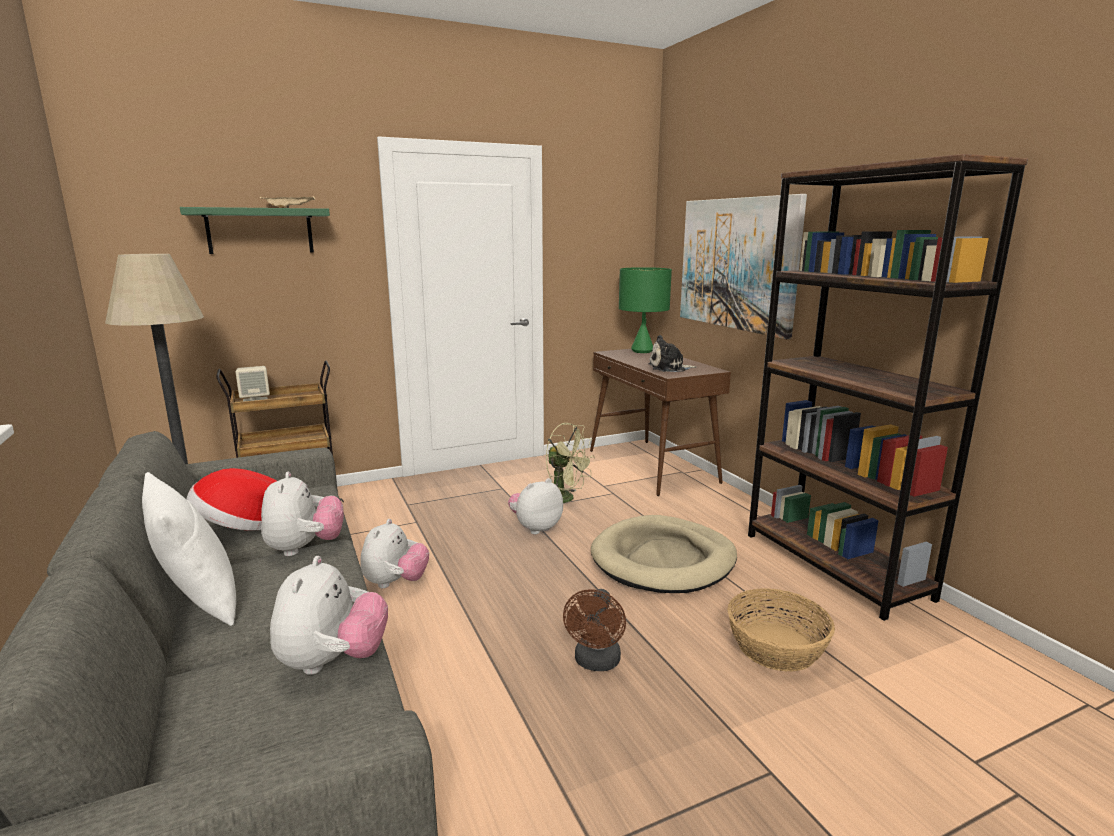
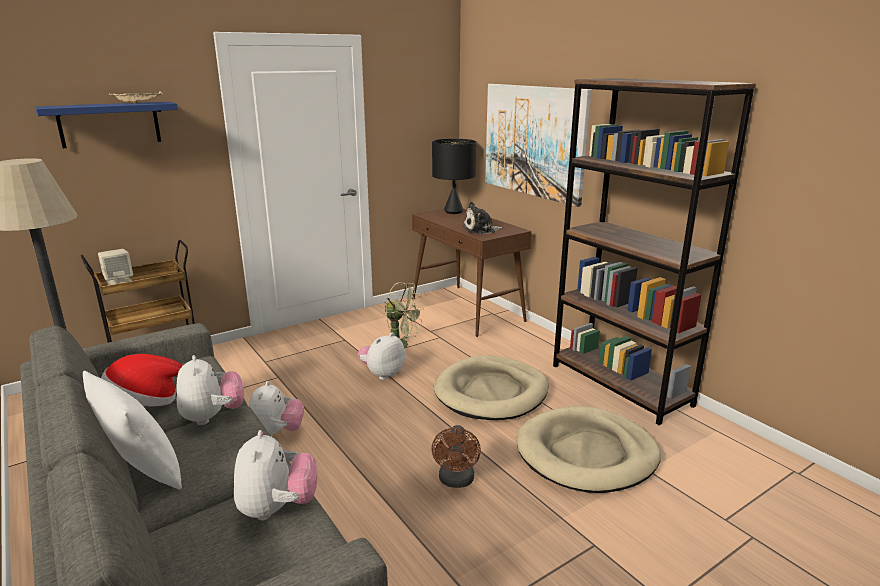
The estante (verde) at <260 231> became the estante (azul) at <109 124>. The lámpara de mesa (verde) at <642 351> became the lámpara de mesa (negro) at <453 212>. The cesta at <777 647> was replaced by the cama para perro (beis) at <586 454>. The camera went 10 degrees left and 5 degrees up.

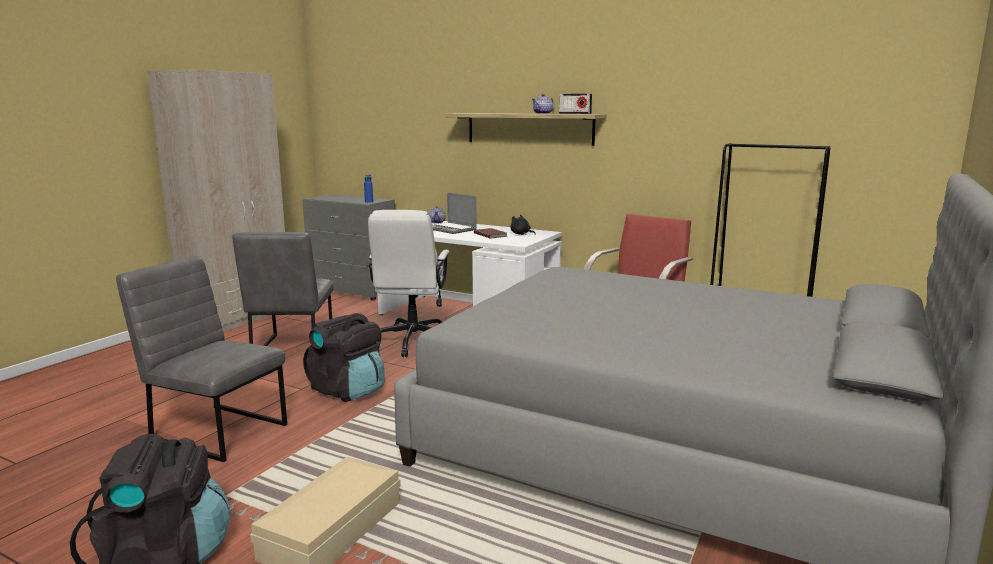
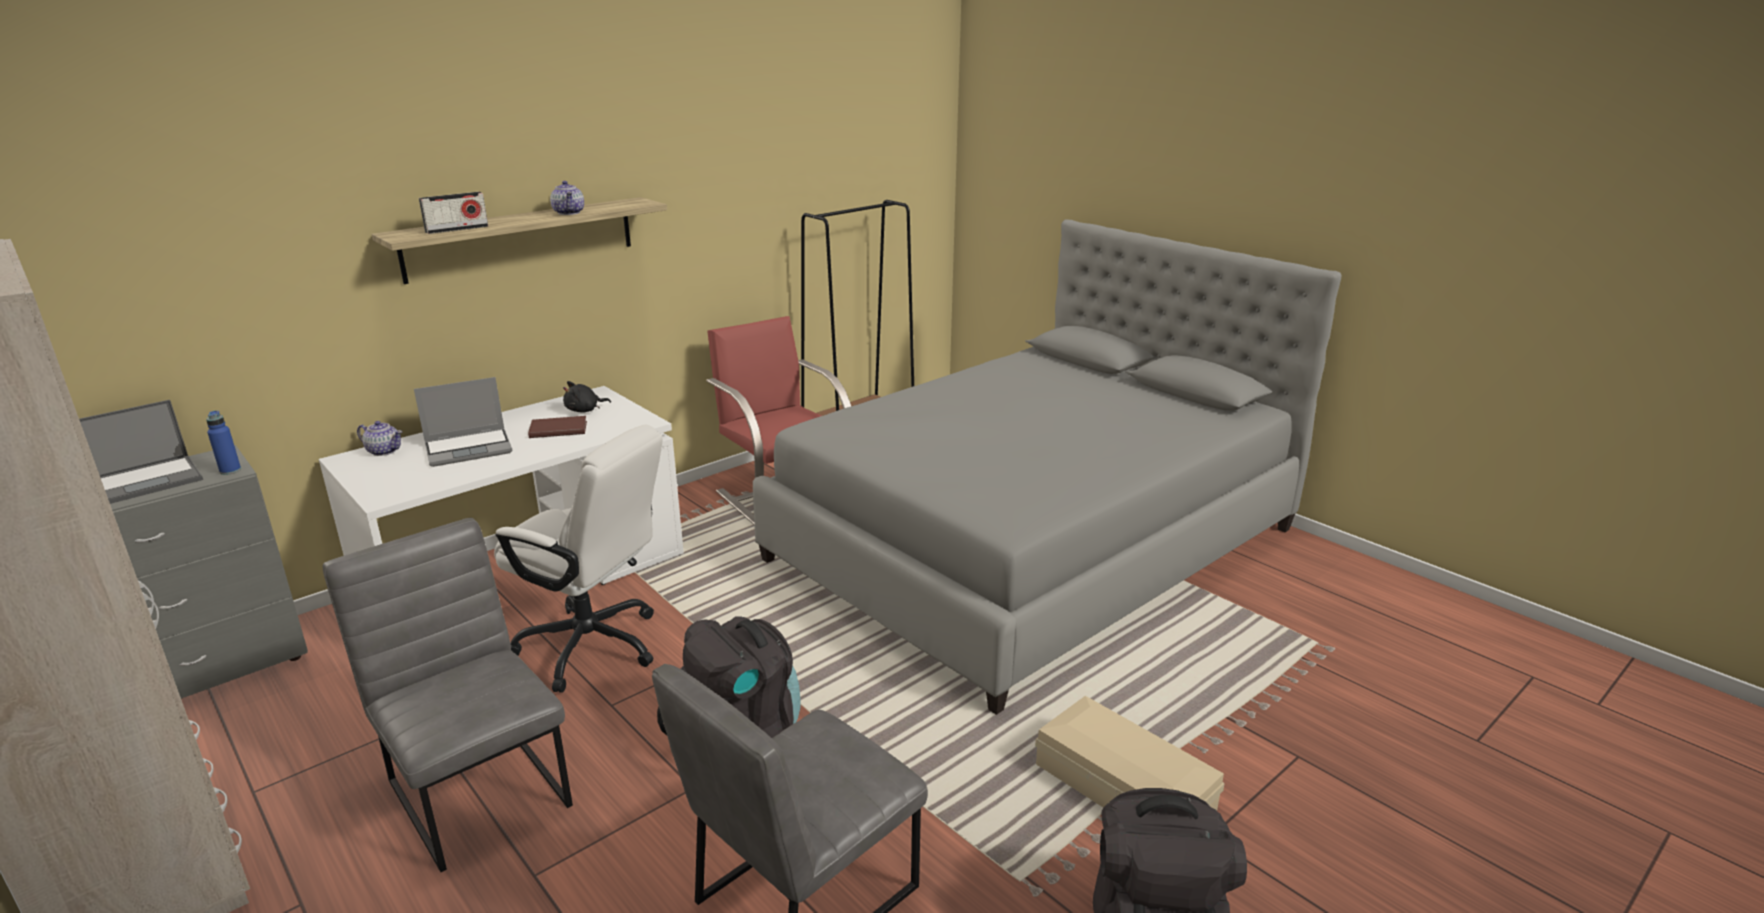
The portátil at <145 481> appeared. The silla (gris) at <292 348> turned 150 degrees counterclockwise. The radio moved from <575 113> to <457 229>. The camera went 70 degrees left and 10 degrees up.

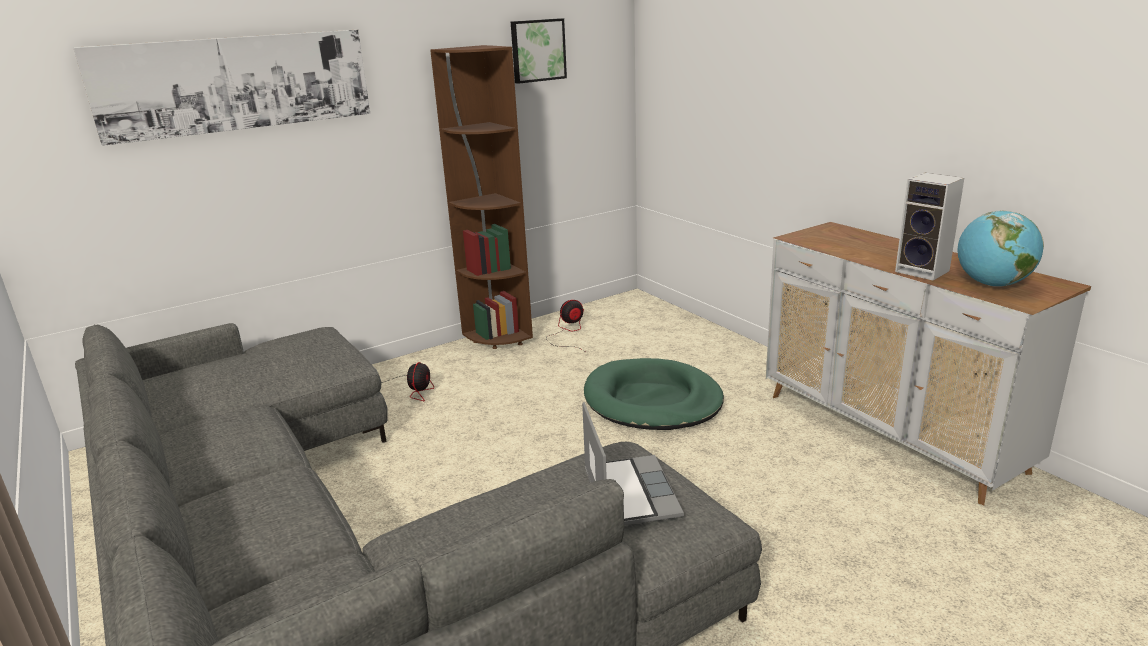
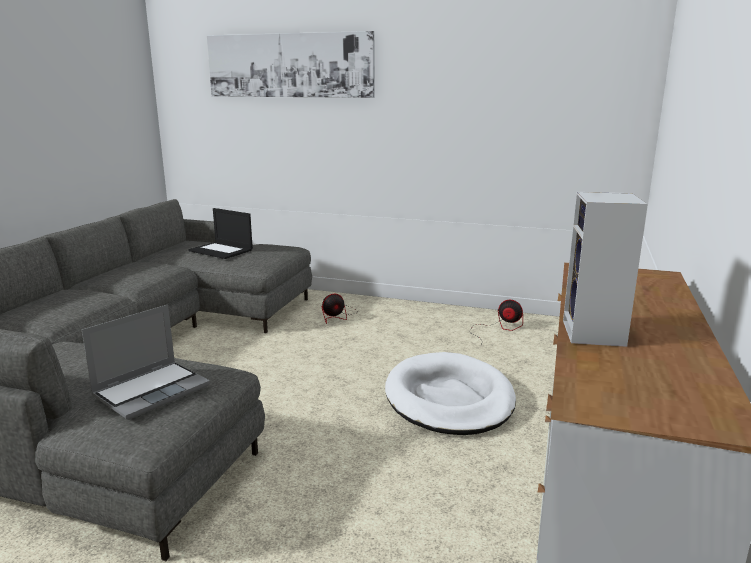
The portátil at <222 250> appeared. The cama para perro (verde) at <652 400> became the cama para perro (blanco) at <449 399>. The estantería (marrón) at <498 342> disappeared. The cuadro at <537 50> disappeared. The globo terráqueo at <992 284> disappeared. The camera went 50 degrees right and 5 degrees down.

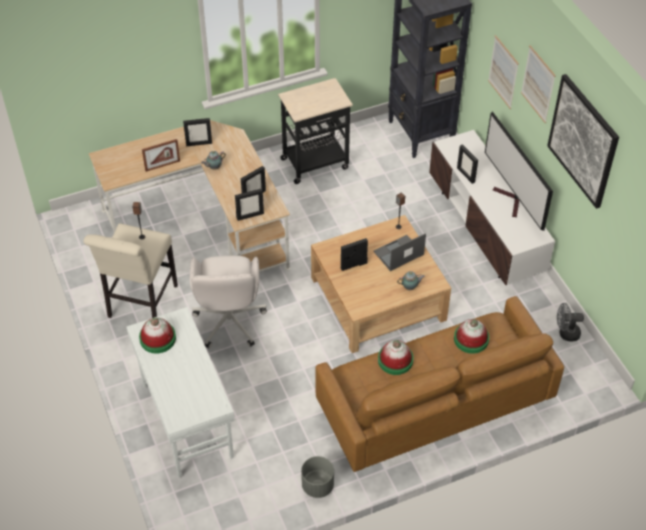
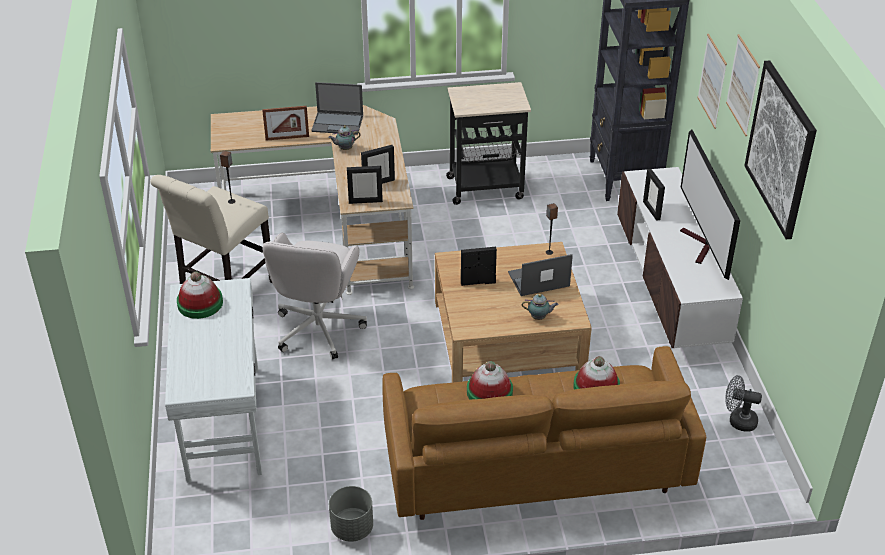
The portarretratos at <199 143> was replaced by the portátil at <338 123>. The camera went 15 degrees right and 10 degrees down.

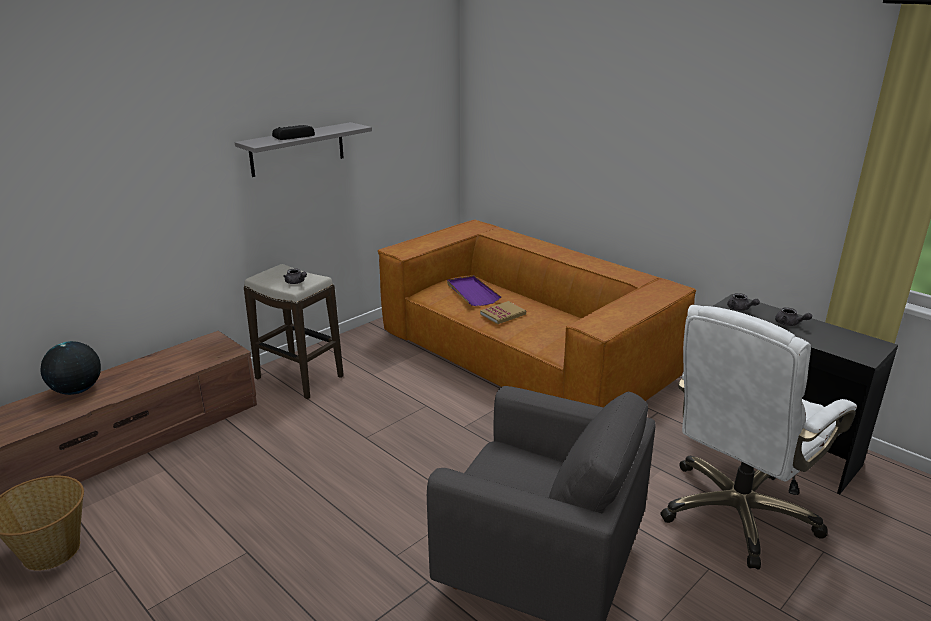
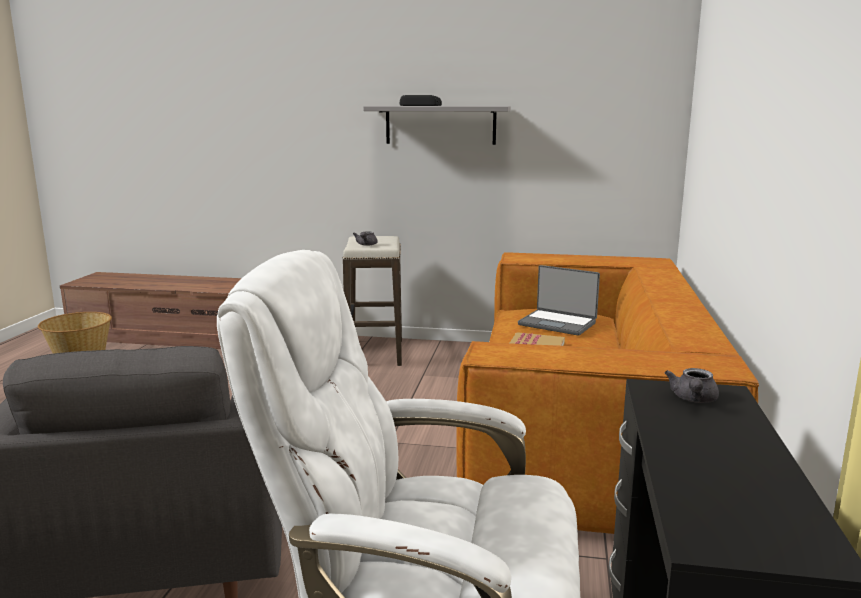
The bandeja (morado) at <472 293> was replaced by the portátil at <558 323>. The globo terráqueo at <77 390> disappeared. The tetera (gris) at <789 324> disappeared. The camera went 55 degrees right and 10 degrees down.

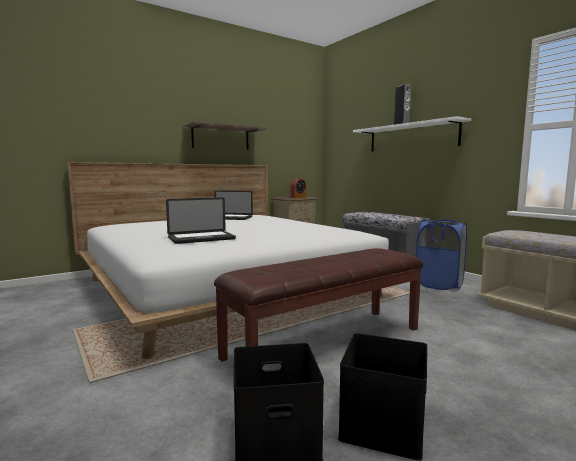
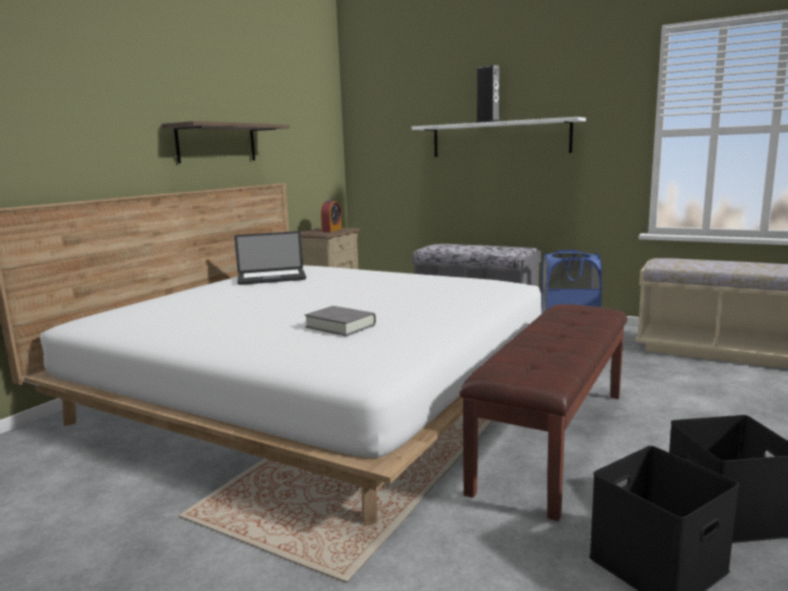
The portátil at <201 238> was replaced by the libro (gris) at <340 326>. The camera went 25 degrees left and 5 degrees up.

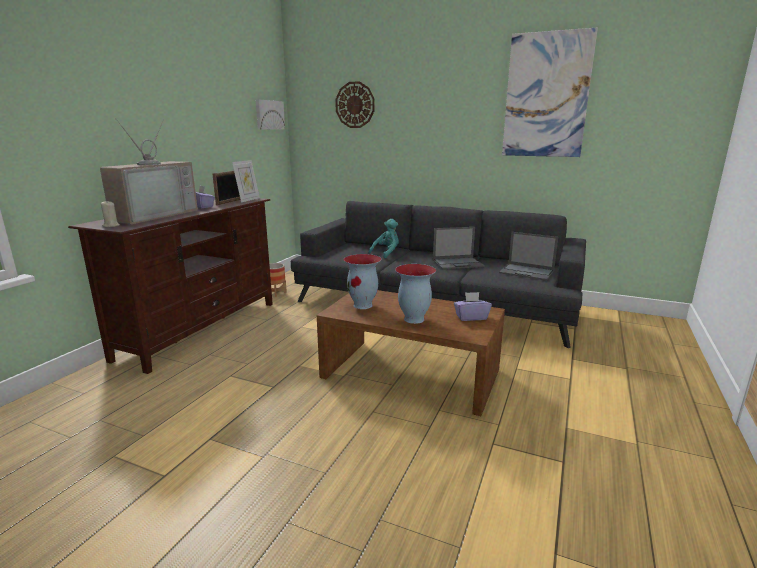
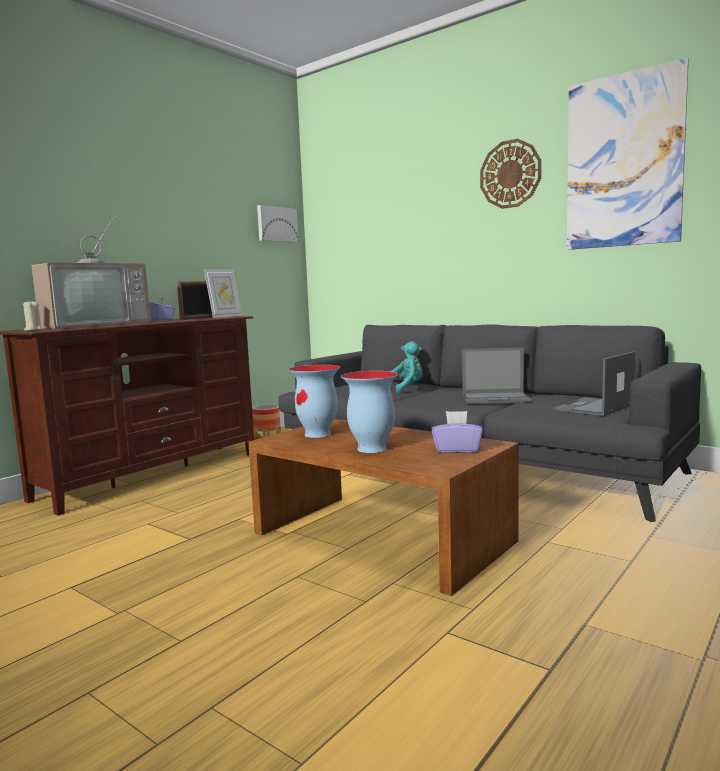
The reloj de pared moved from <355 105> to <510 174>. The portátil at <527 272> turned 90 degrees clockwise. The camera went 15 degrees right and 10 degrees down.

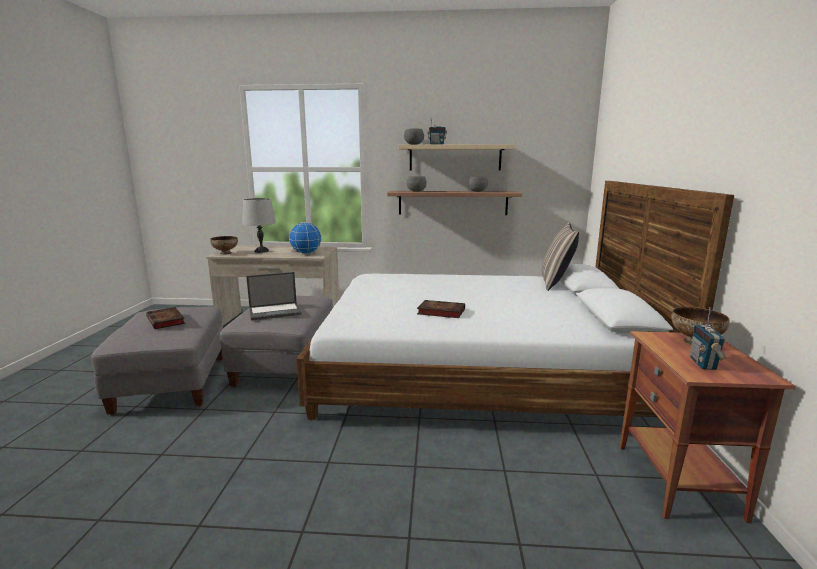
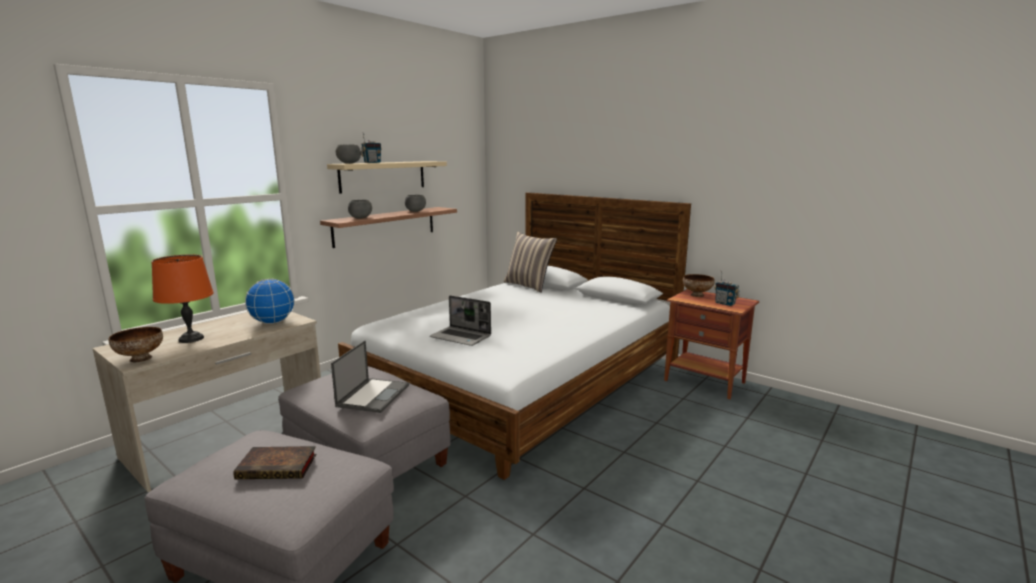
The lámpara de mesa (gris) at <261 251> became the lámpara de mesa (naranja) at <190 339>. The portátil at <461 337> appeared. The libro at <440 312> disappeared. The camera went 55 degrees left and 0 degrees up.

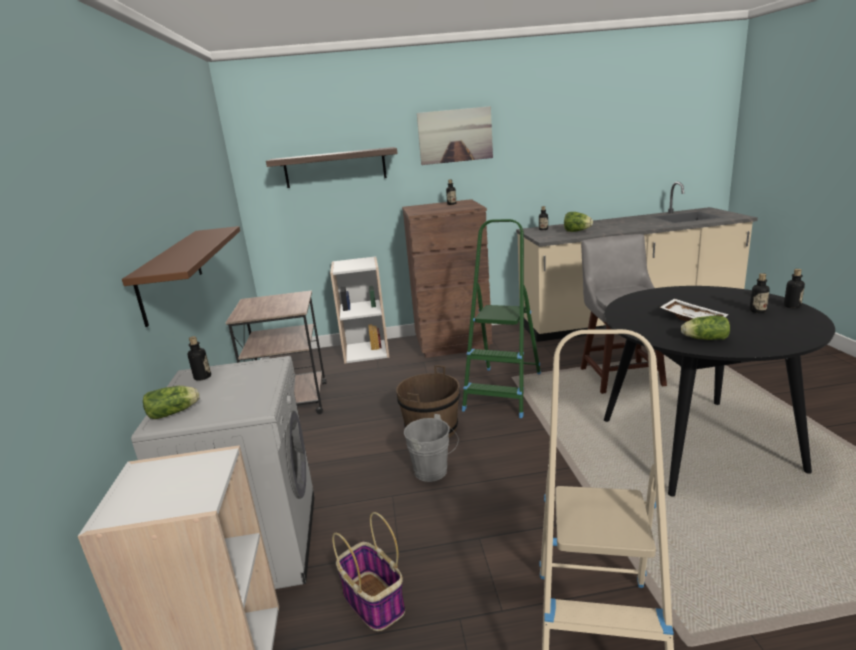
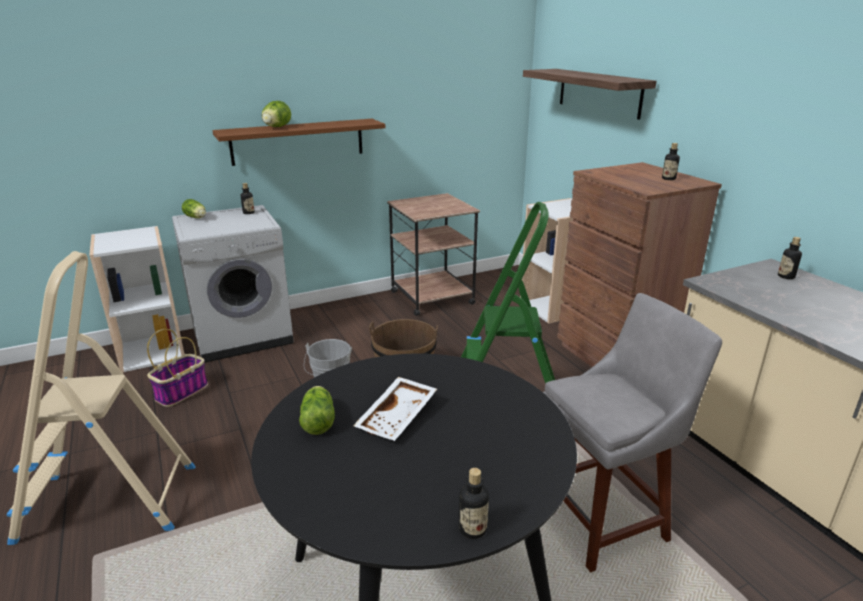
The lechuga moved from <577 231> to <276 127>. The cuadro at <455 135> disappeared. The botella at <757 311> disappeared. The camera went 70 degrees right and 5 degrees up.

